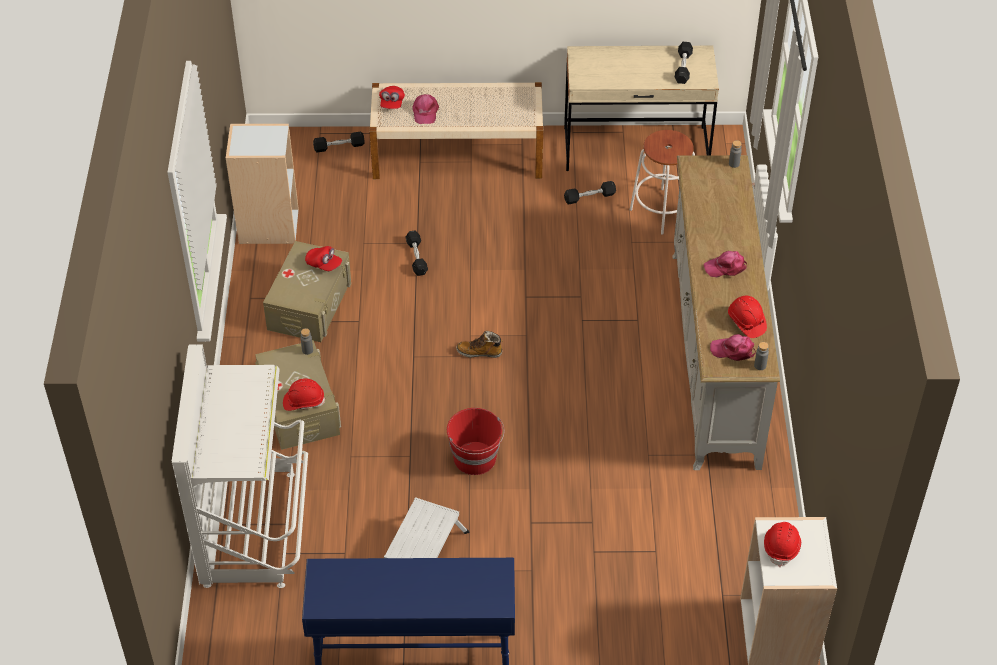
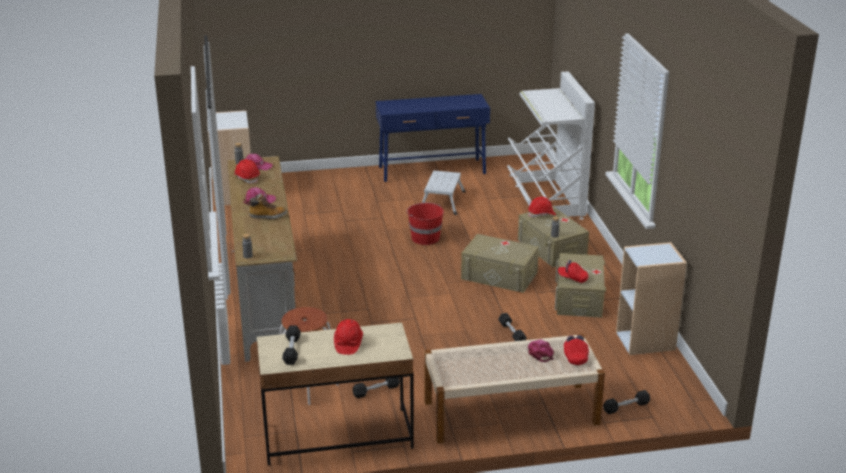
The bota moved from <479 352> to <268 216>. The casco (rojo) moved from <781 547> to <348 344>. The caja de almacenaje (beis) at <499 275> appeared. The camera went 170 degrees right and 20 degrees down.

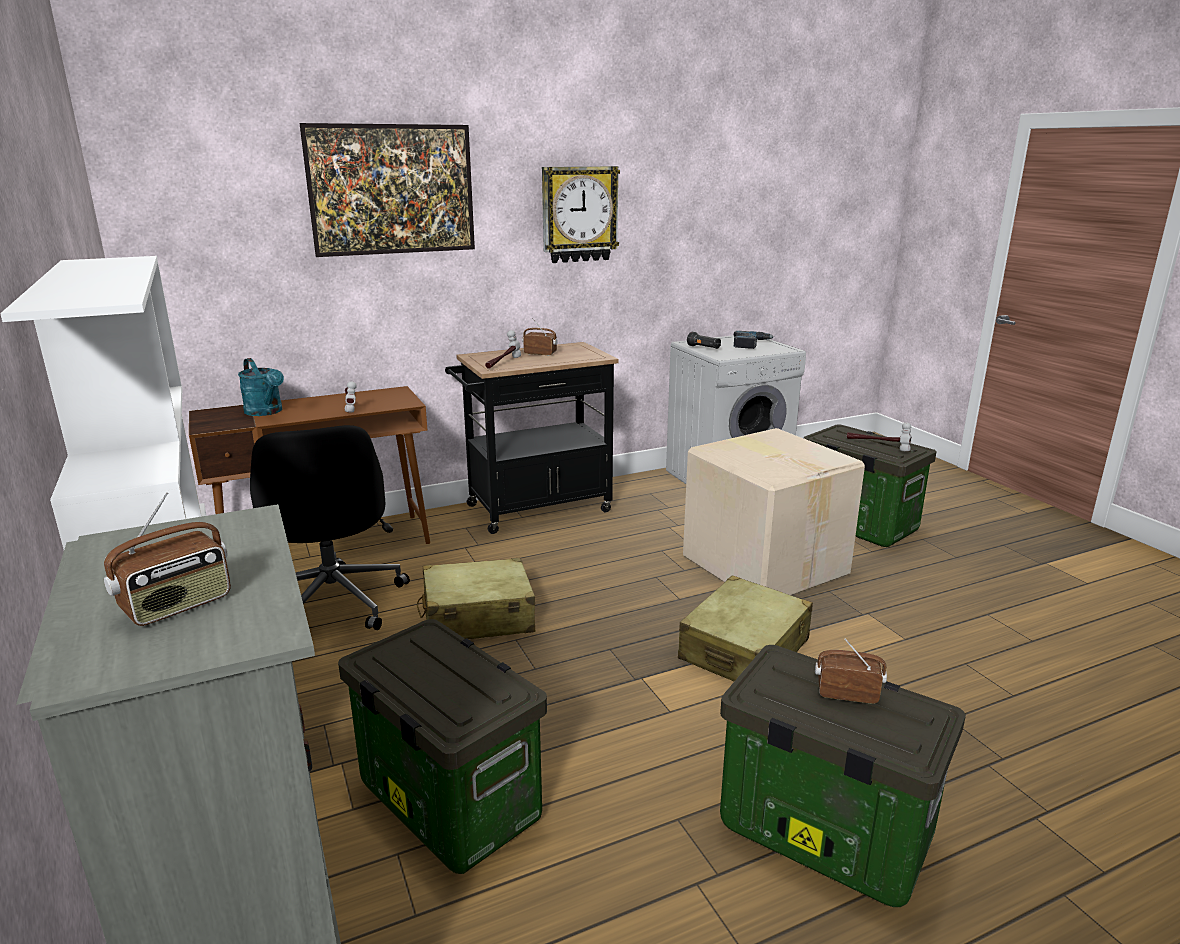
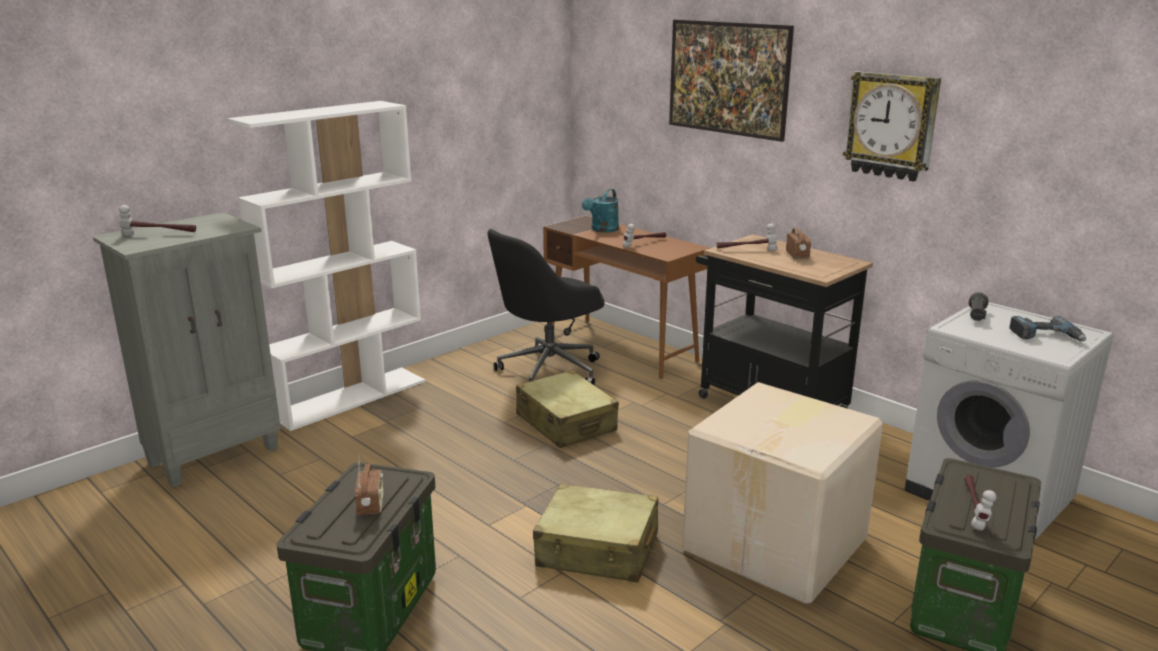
The radio at <177 605> was replaced by the martillo at <159 235>. The caja de almacenaje at <446 802> disappeared. The camera went 70 degrees right and 0 degrees up.

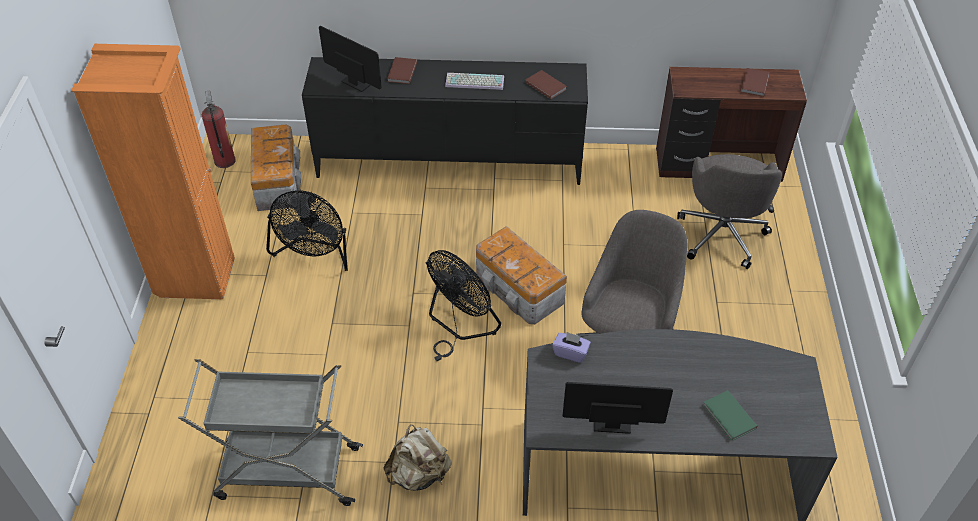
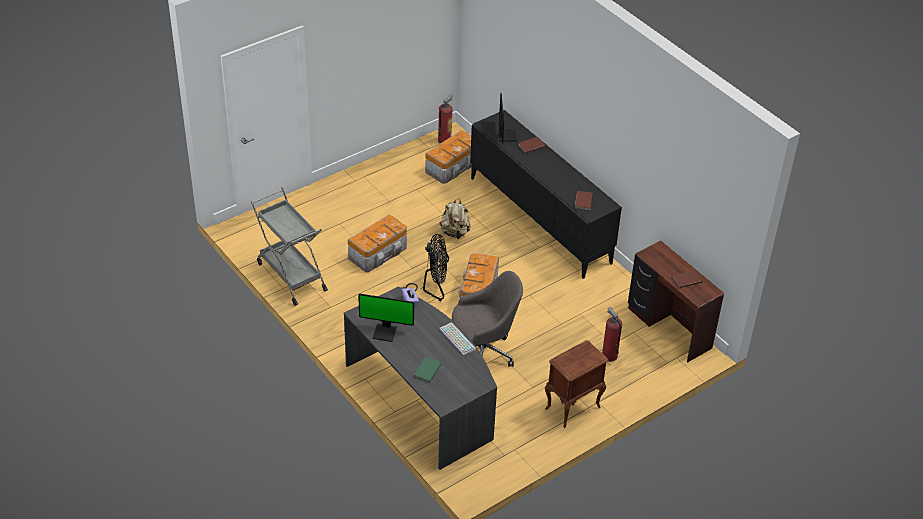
The caja de almacenaje at <379 253> appeared. The monitor at <611 419> turned 135 degrees clockwise. The mochila (beis) moved from <419 474> to <455 232>. The teclado moved from <473 82> to <456 339>. The mesita de noche (marrón) at <572 408> appeared. The silla de oficina (gris) at <722 236> was replaced by the extintor at <609 355>. The armario (naranja) at <196 277> disappeared. The ventilador (negro) at <313 250> disappeared. The camera went 50 degrees right and 5 degrees down.

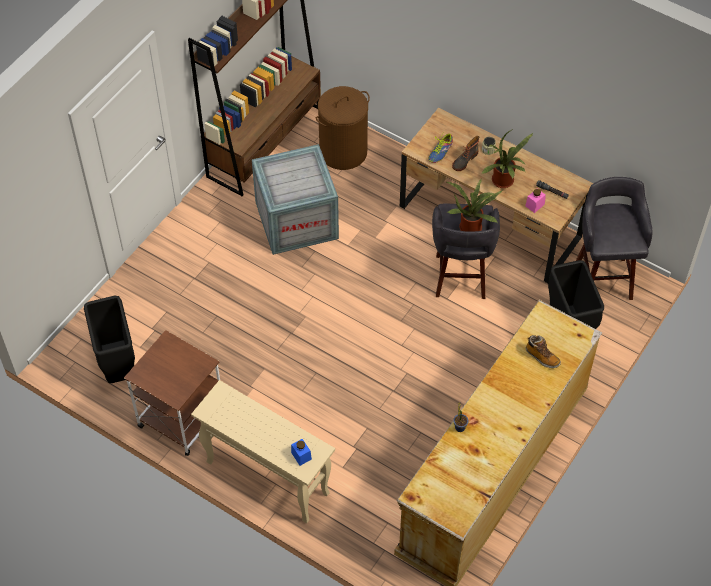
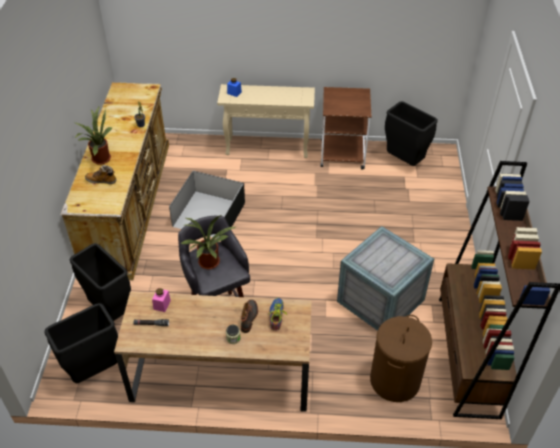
The taburete (gris) at <603 277> was replaced by the papelera (negro) at <95 372>. The planta en maceta moved from <504 182> to <99 158>. The caja de almacenaje (negro) at <208 214> appeared. The camera went 150 degrees right and 10 degrees down.

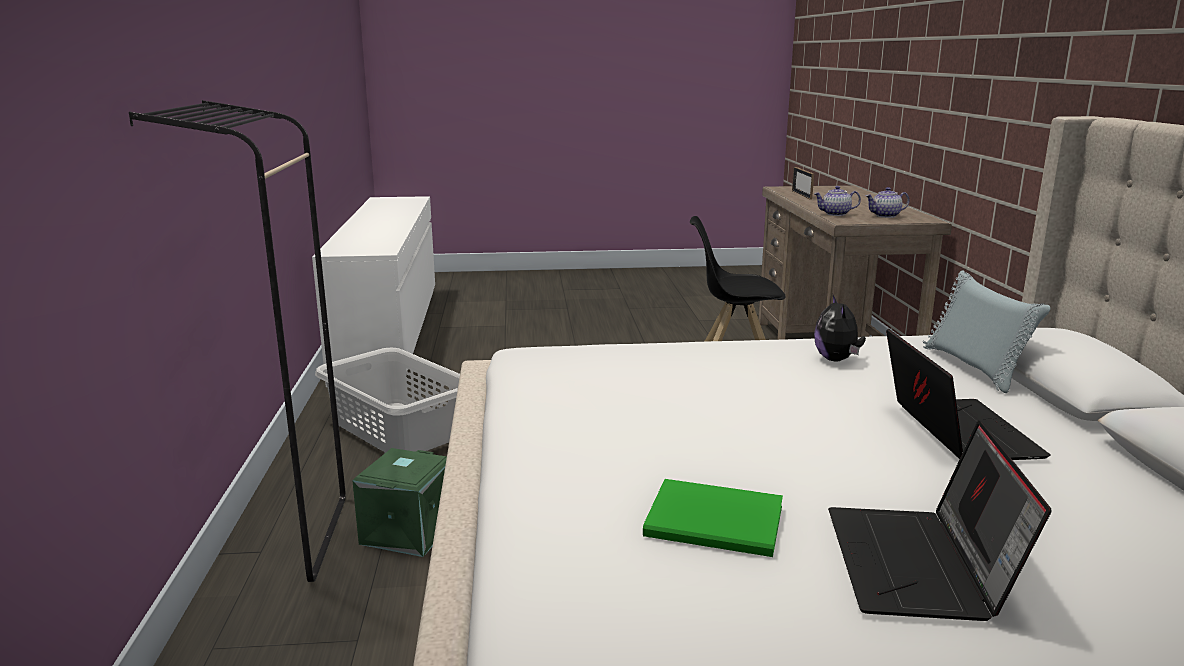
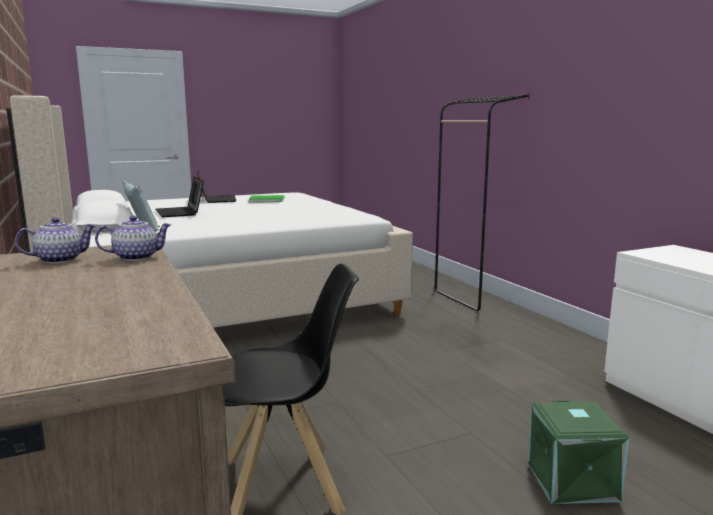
The caja de almacenaje (verde) moved from <407 531> to <573 481>. The cesto de la ropa (gris) at <397 430> disappeared. The portarretratos at <801 195> disappeared. The peluche at <837 360> disappeared. The camera went 160 degrees right and 5 degrees down.

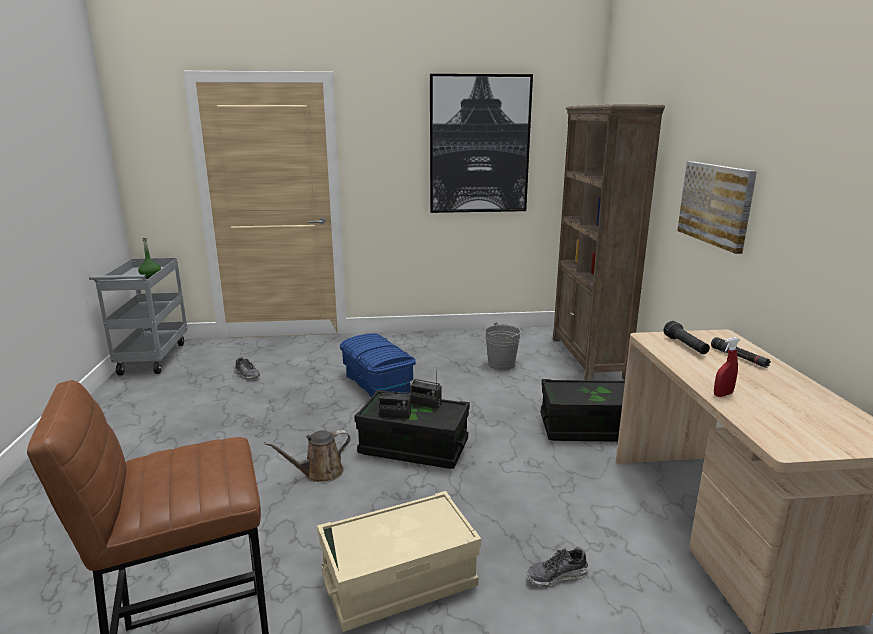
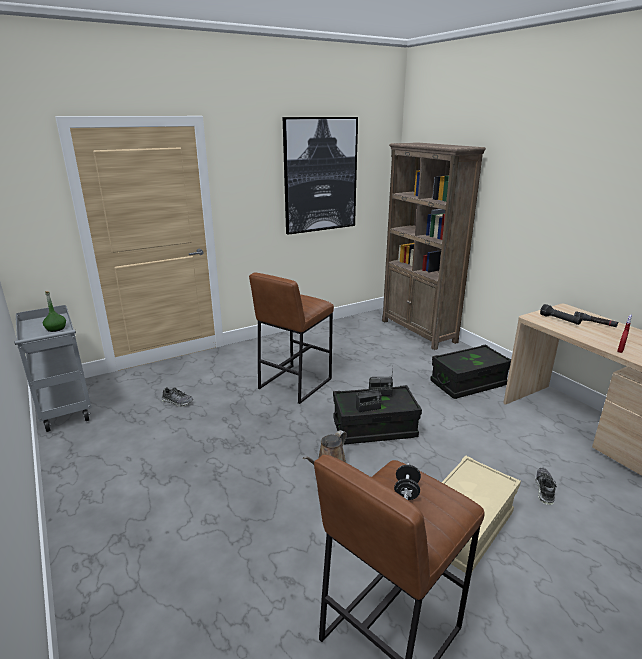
The caja de almacenaje (azul) at <377 383> was replaced by the taburete (marrón) at <294 384>. The mancuerna (negro) at <406 491> appeared. The zapato at <557 575> turned 150 degrees clockwise. The cubo (gris) at <501 364> disappeared. The cuadro at <716 204> disappeared. The camera went 25 degrees left and 5 degrees up.

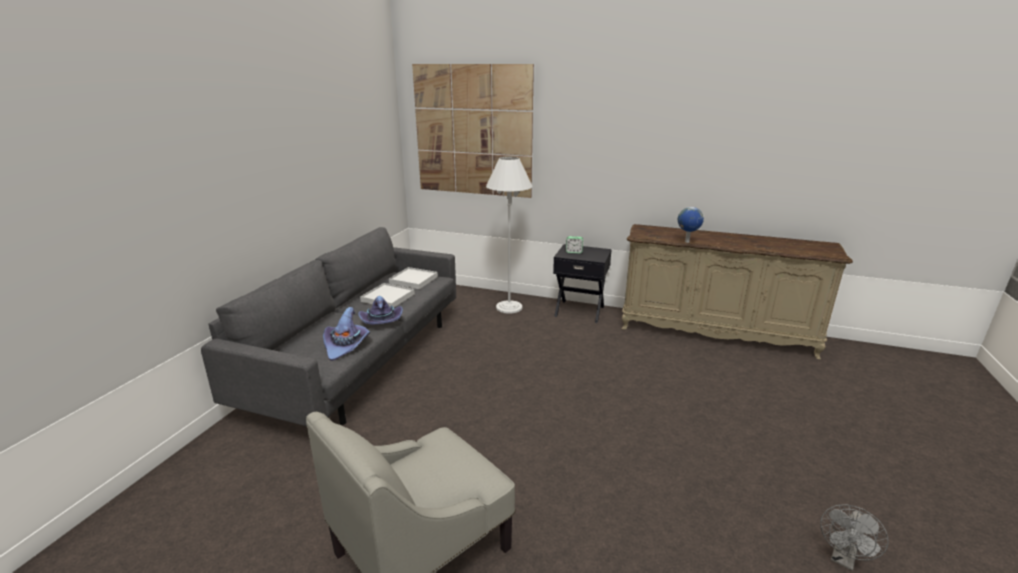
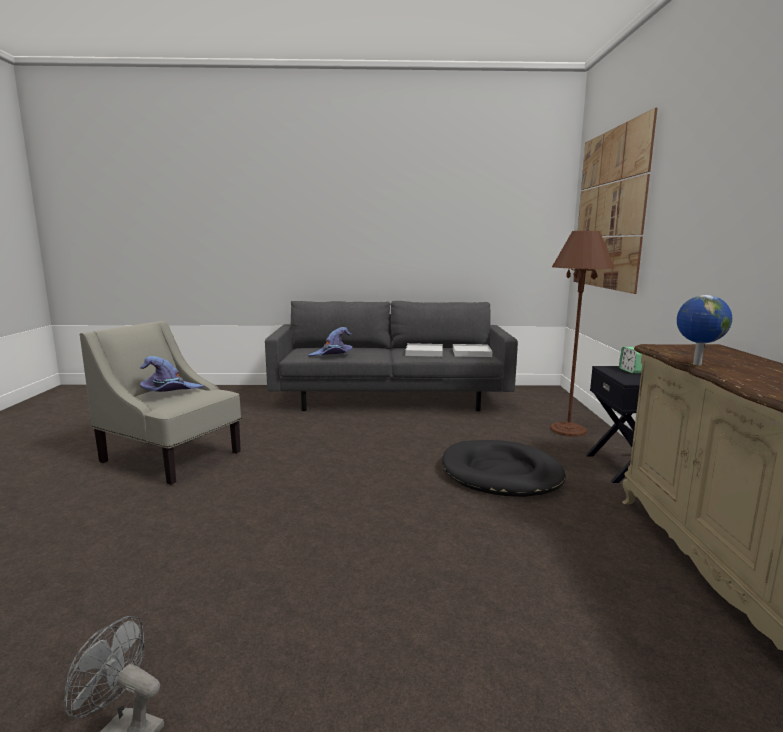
The sombrero (morado) moved from <381 321> to <170 392>. The cama para perro (negro) at <501 473> appeared. The lámpara de pie (blanco) at <509 307> became the lámpara de pie (marrón) at <568 430>. The camera went 70 degrees right and 10 degrees down.

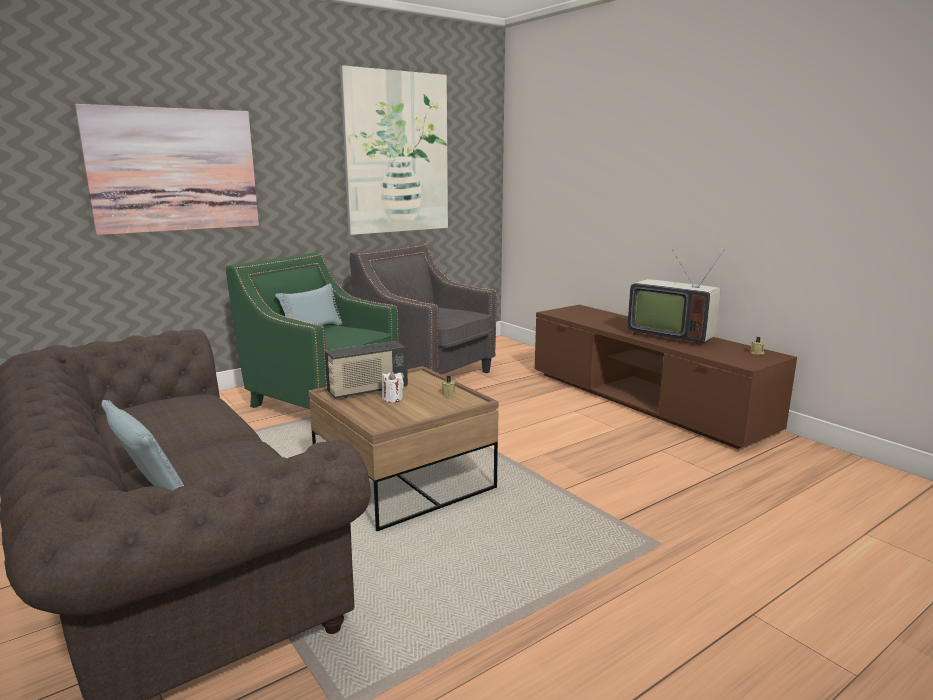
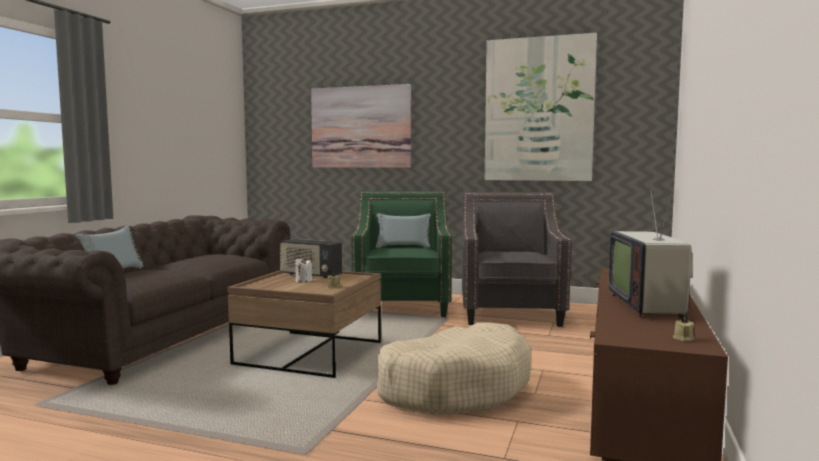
The cama para perro (beis) at <454 387> appeared. The camera went 55 degrees right and 10 degrees down.

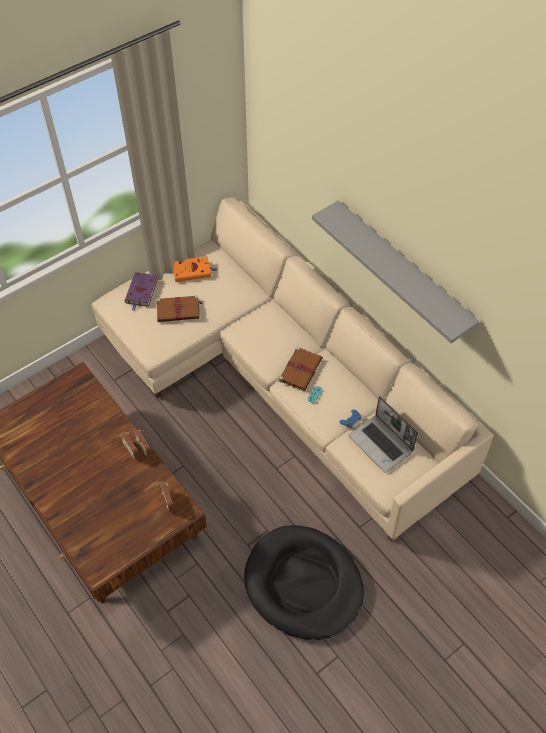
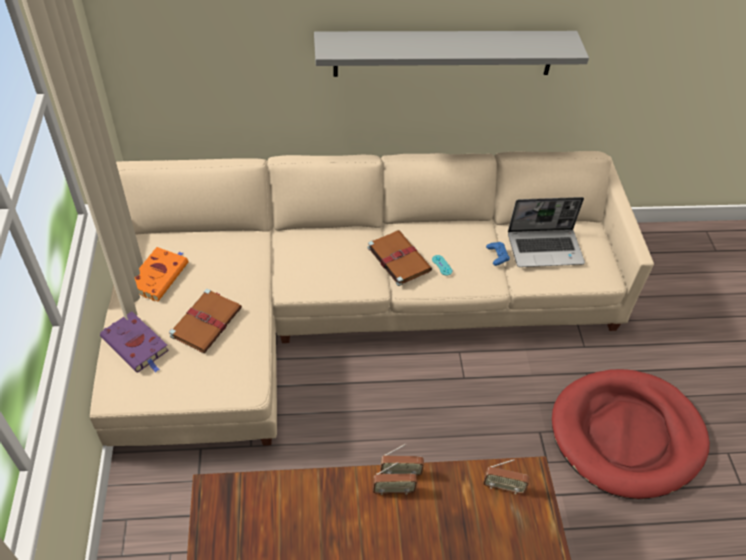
The cama para perro (negro) at <303 584> became the cama para perro (rojo) at <626 435>. The camera went 60 degrees left and 5 degrees down.

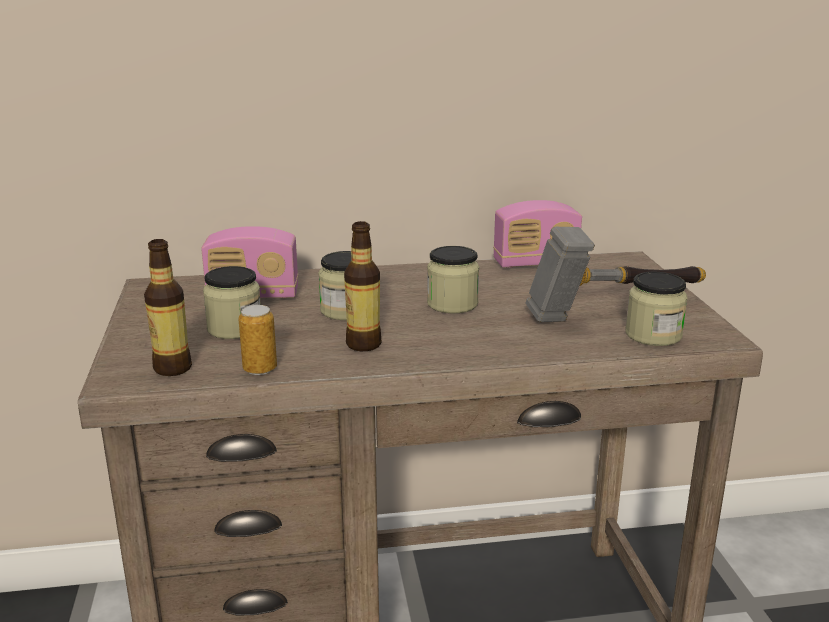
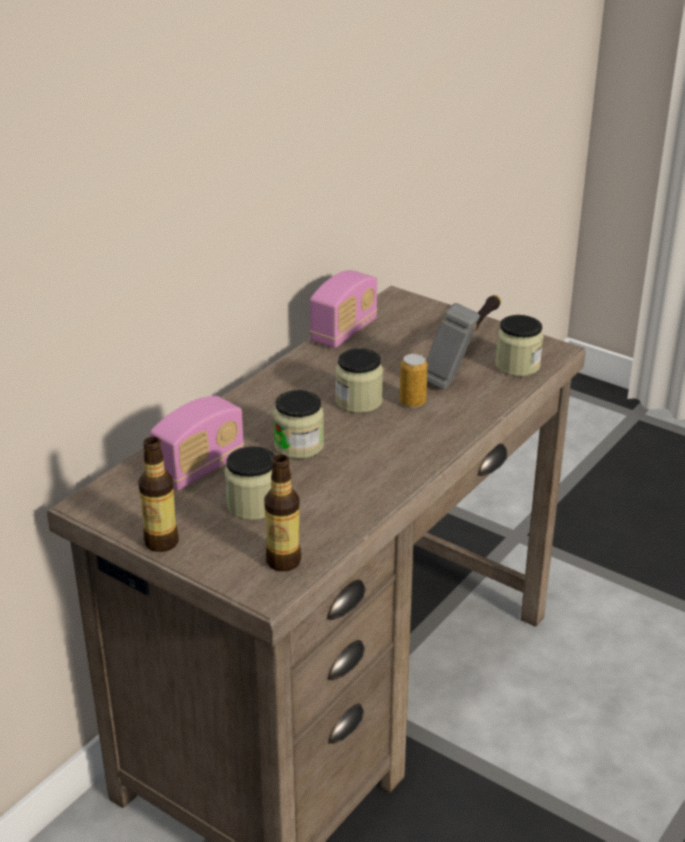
The botella moved from <363 344> to <161 542>. The lata moved from <260 369> to <412 402>. The camera went 45 degrees left and 10 degrees up.

